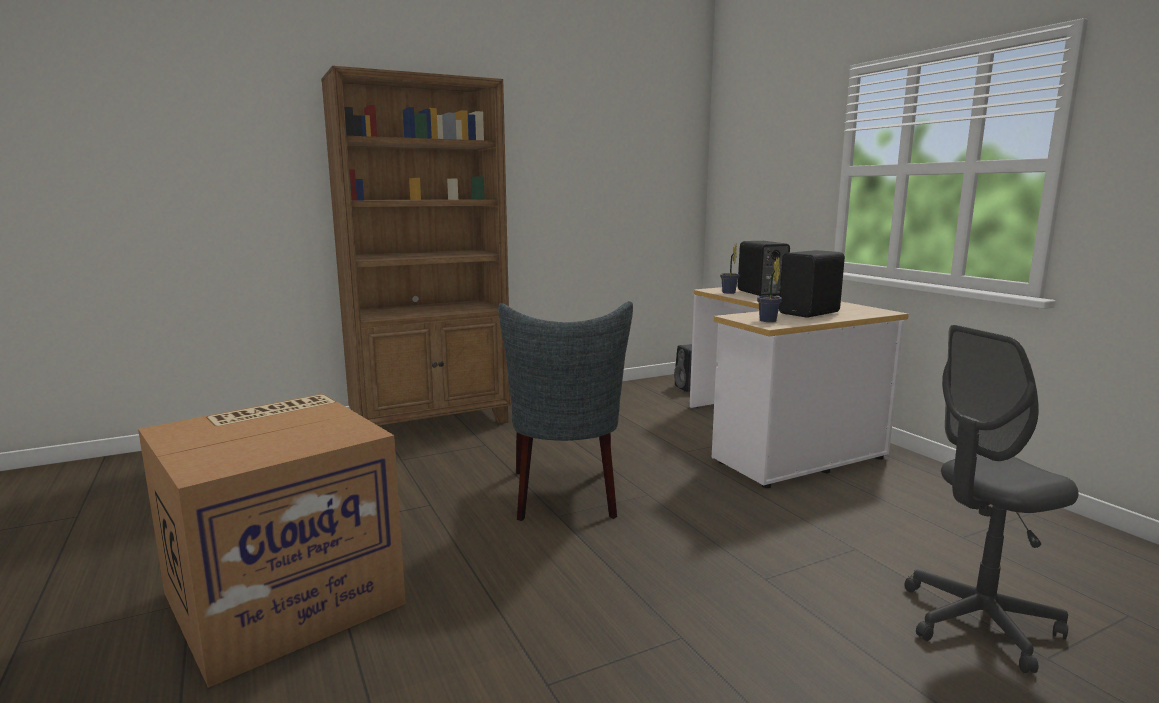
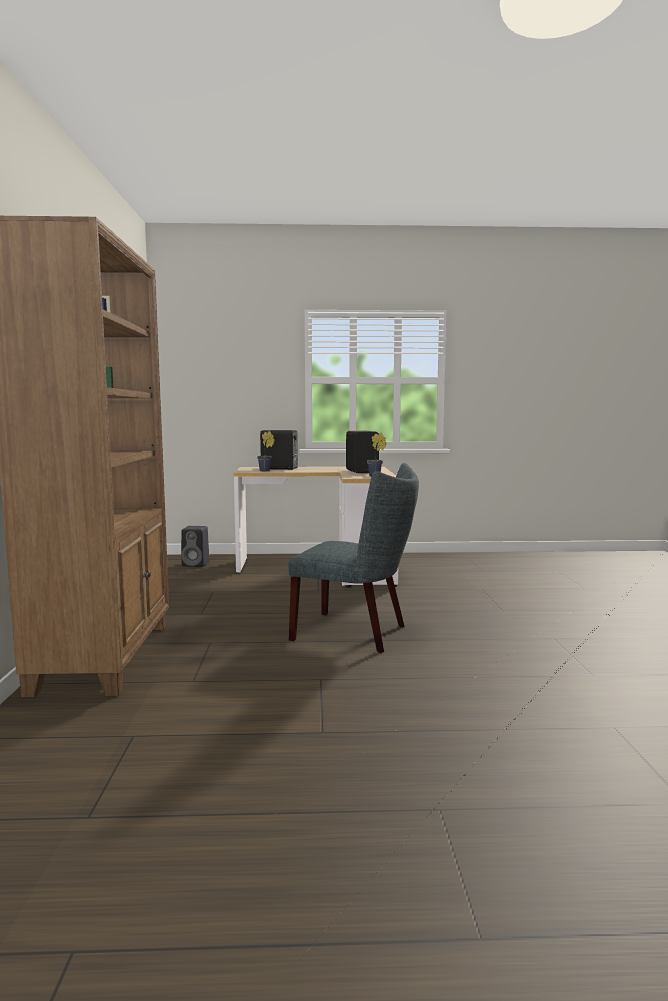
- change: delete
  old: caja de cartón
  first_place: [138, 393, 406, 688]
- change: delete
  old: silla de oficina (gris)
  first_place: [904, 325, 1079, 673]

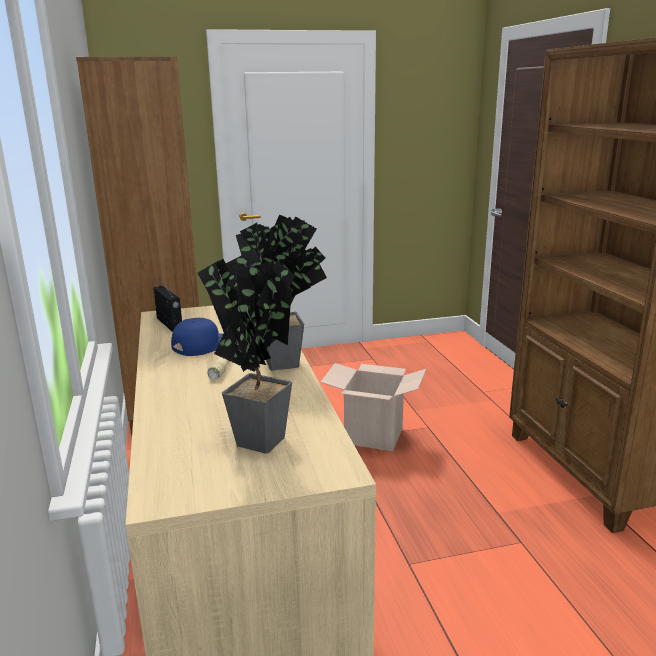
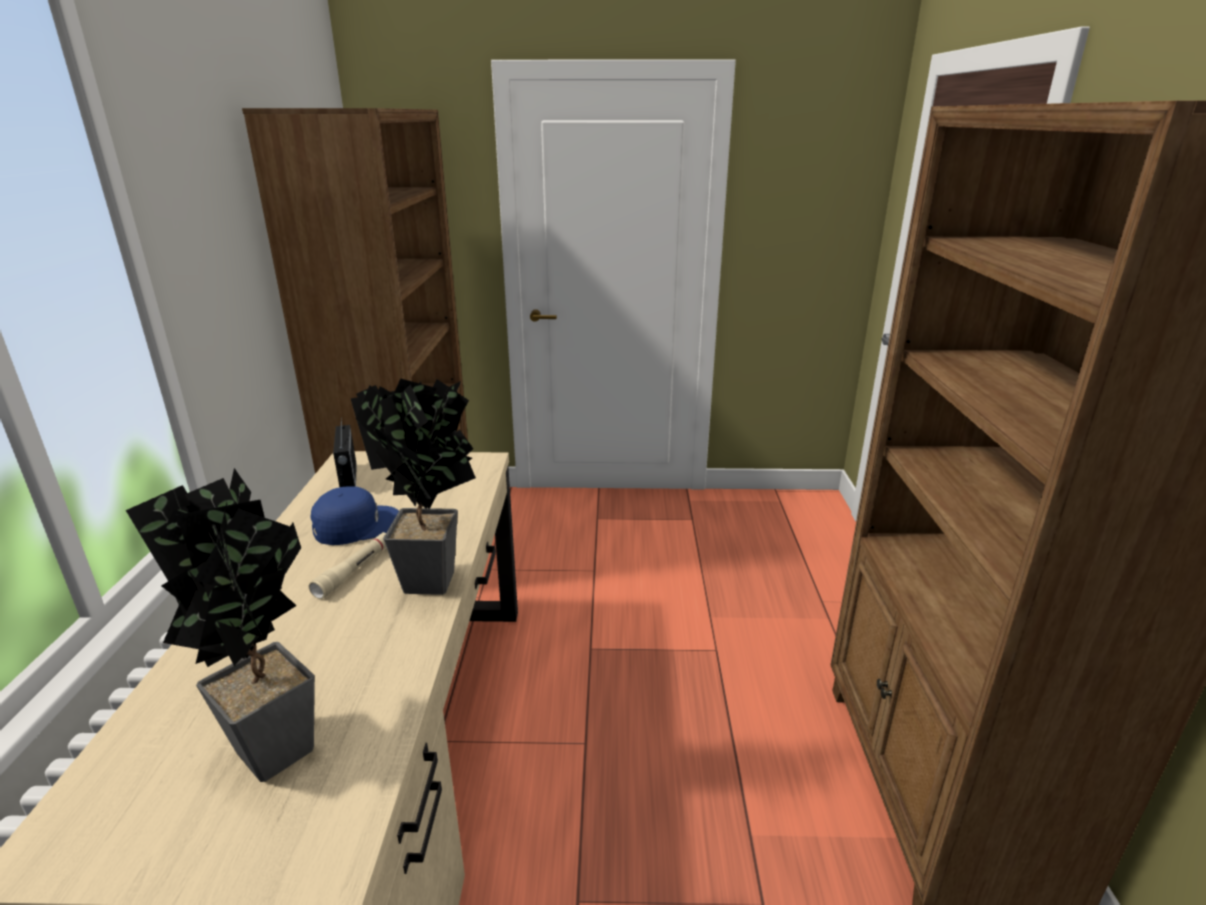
- change: delete
  old: caja de cartón
  first_place: [321, 363, 426, 451]

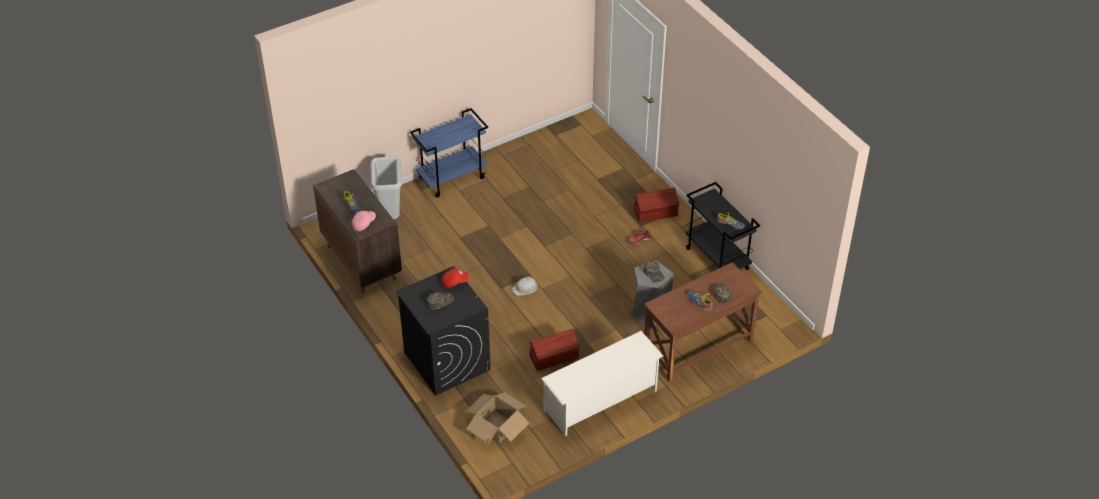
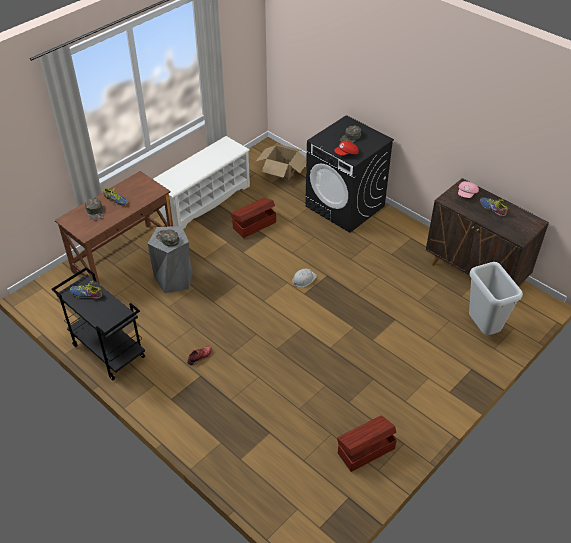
- change: delete
  old: carrito (azul)
  first_place: [410, 108, 488, 198]
- change: move
  old: caja de almacenaje (marrón)
  first_place: [634, 187, 680, 223]
  second_place: [337, 415, 397, 472]

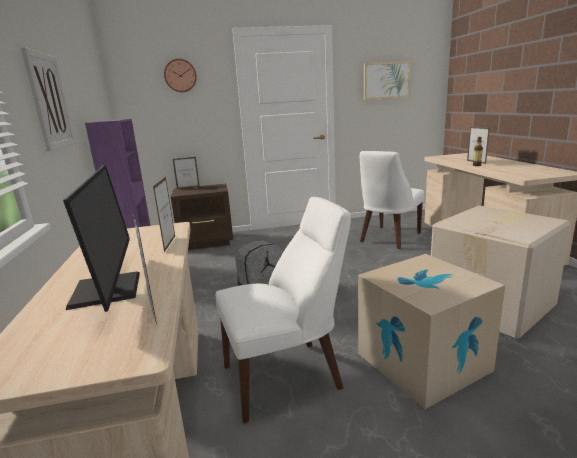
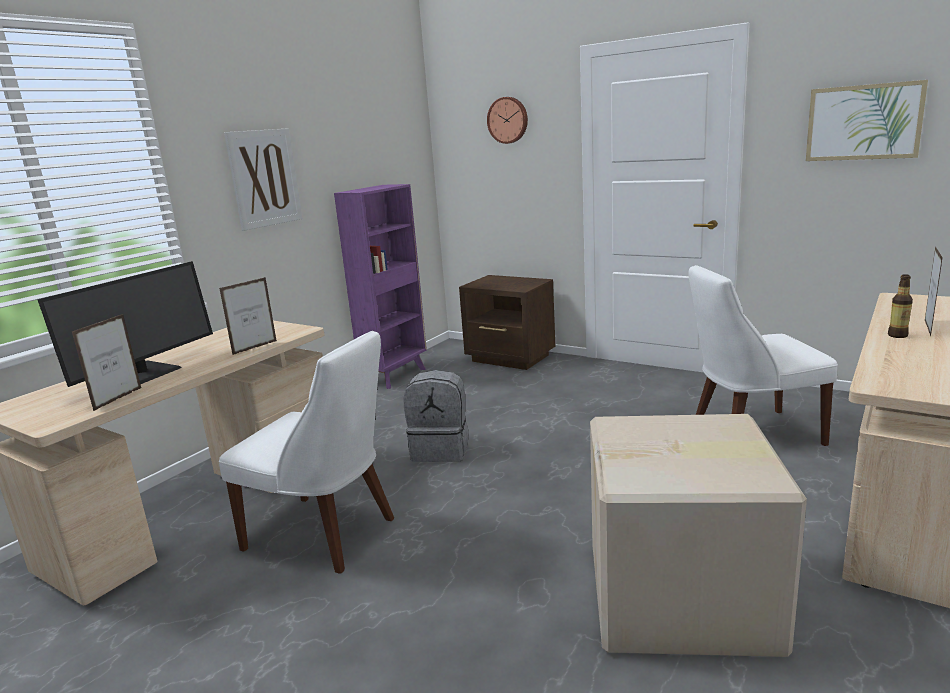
- change: delete
  old: portarretratos
  first_place: [173, 157, 199, 189]
- change: delete
  old: caja de cartón
  first_place: [358, 254, 505, 409]

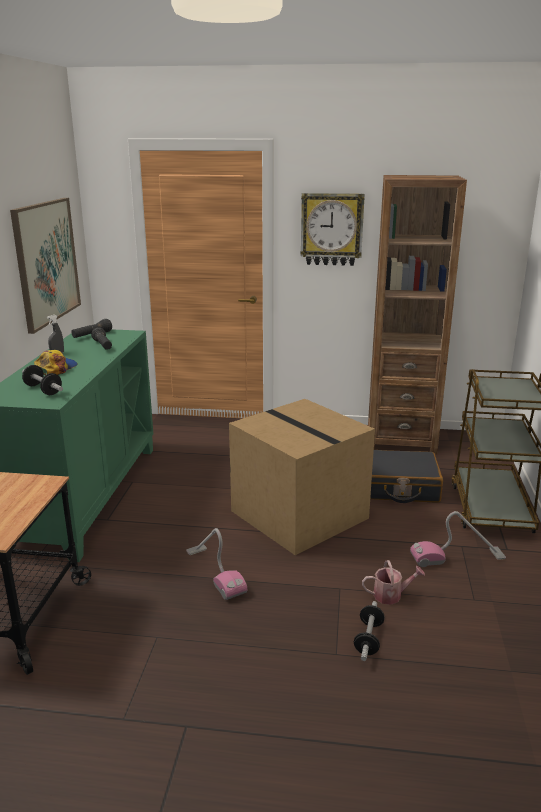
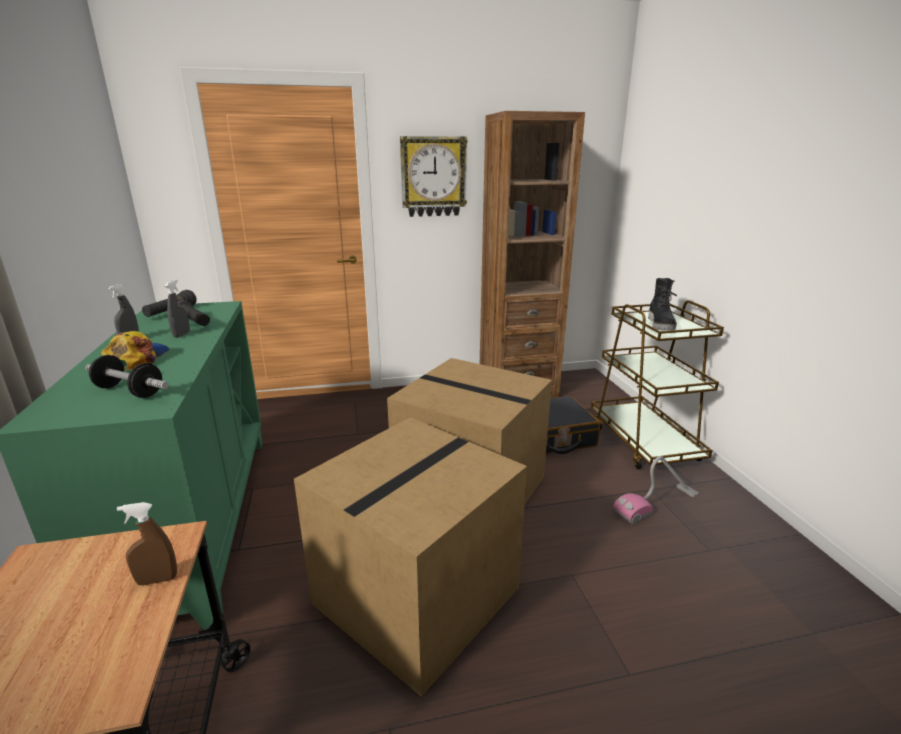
- change: delete
  old: cuadro
  first_place: [10, 198, 81, 334]
- change: delete
  old: mancuerna
  first_place: [354, 601, 385, 661]
- change: delete
  old: regadera
  first_place: [362, 560, 425, 605]
- change: insert
  new: pulverizador (marrón)
  second_place: [117, 502, 177, 586]
- change: insert
  new: pulverizador (gris)
  second_place: [165, 280, 190, 338]
- change: insert
  new: bota (negro)
  second_place: [648, 278, 677, 331]
- change: replace
  old: aspiradora
  new: caja de cartón
  first_place: [186, 528, 247, 600]
  second_place: [294, 417, 527, 697]

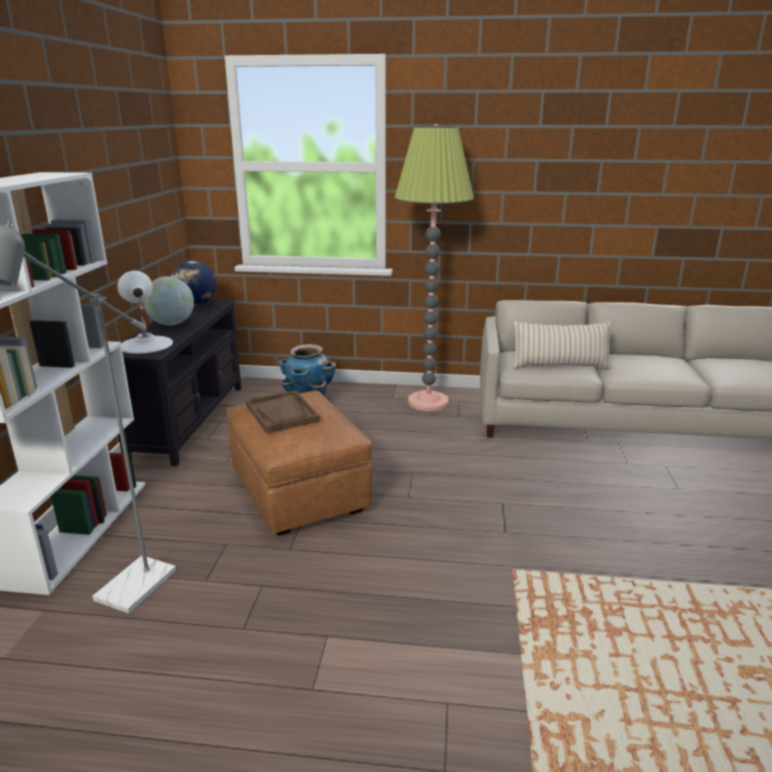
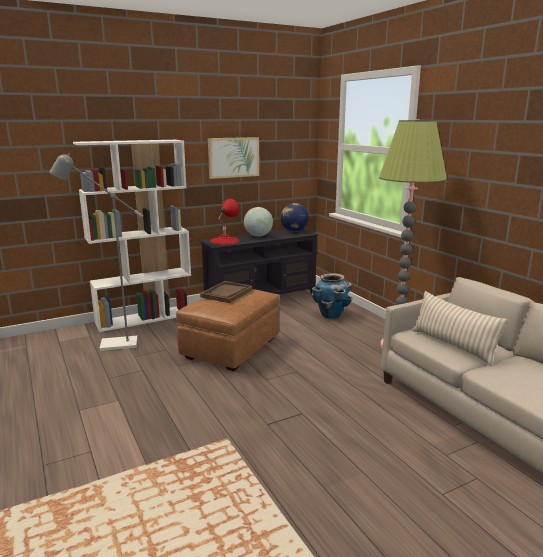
- change: insert
  new: cuadro
  second_place: [208, 137, 259, 179]
- change: recolor
  old: lámpara de mesa (blanco)
  new: lámpara de mesa (rojo)
  first_place: [118, 271, 173, 354]
  second_place: [210, 199, 240, 244]

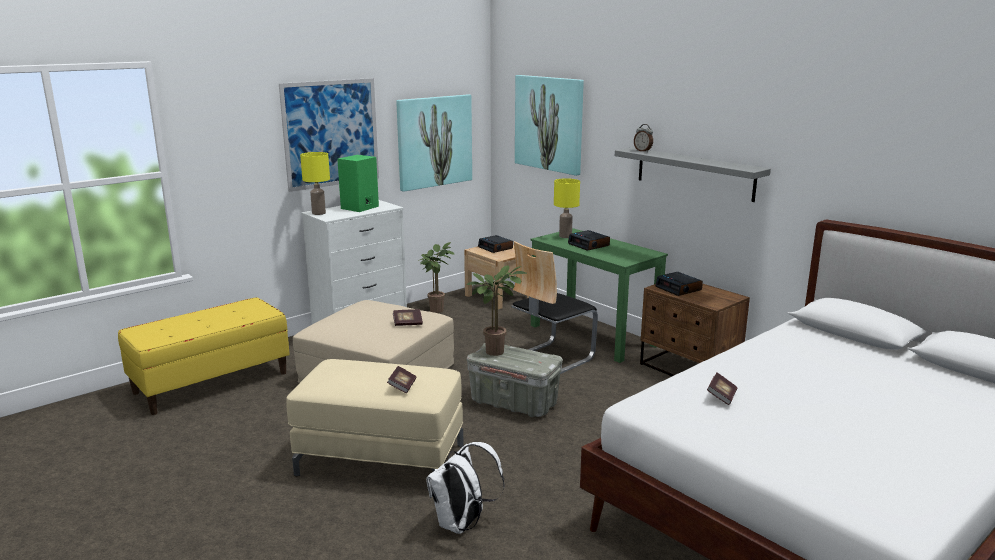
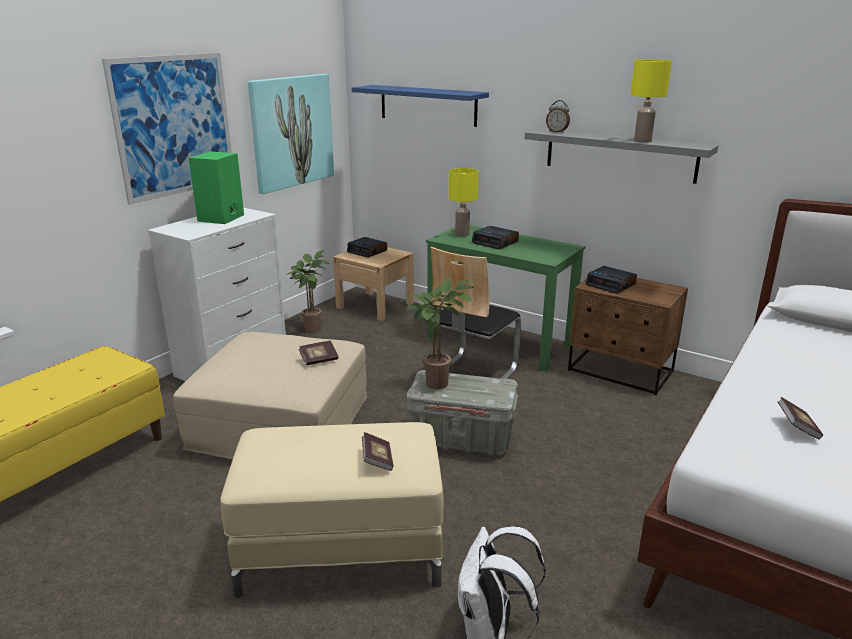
- change: move
  old: lámpara de mesa (amarillo)
  first_place: [300, 152, 330, 215]
  second_place: [631, 59, 672, 142]
- change: replace
  old: cuadro
  new: estante (azul)
  first_place: [515, 75, 584, 176]
  second_place: [352, 85, 489, 127]

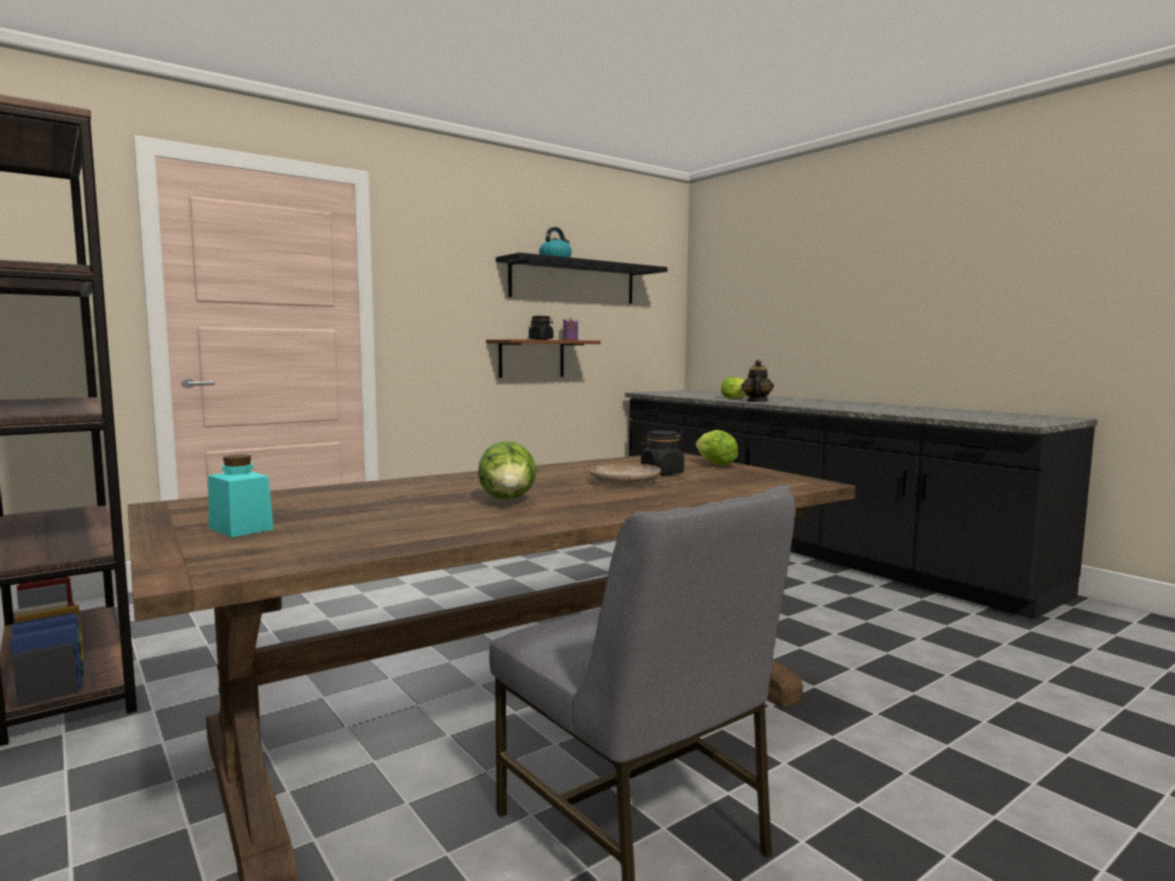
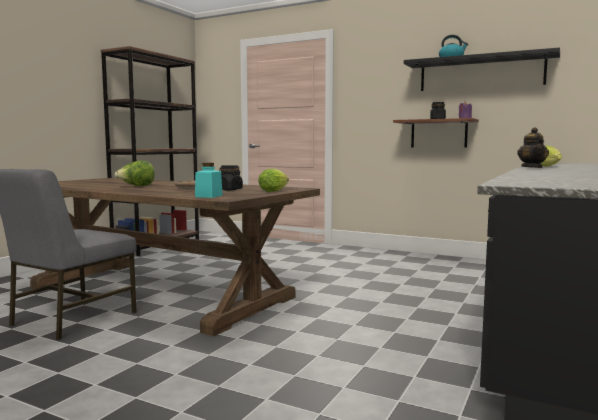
- change: move
  old: tarro (turquesa)
  first_place: [208, 454, 274, 537]
  second_place: [195, 163, 223, 198]
- change: rotate
  old: tetera
  first_place: [742, 360, 774, 402]
  second_place: [517, 127, 549, 168]
  degrees: 105

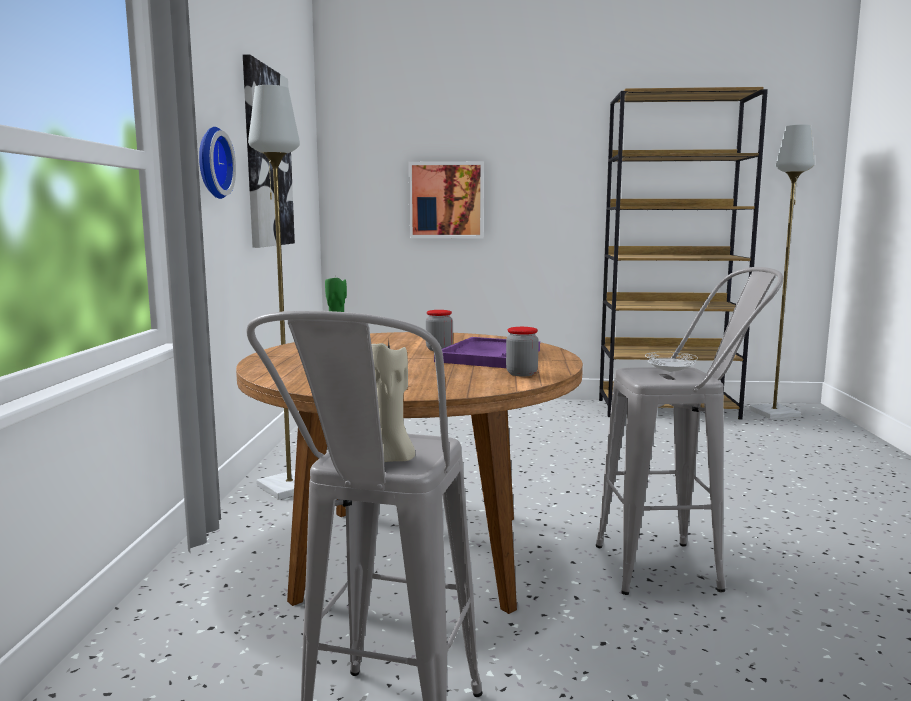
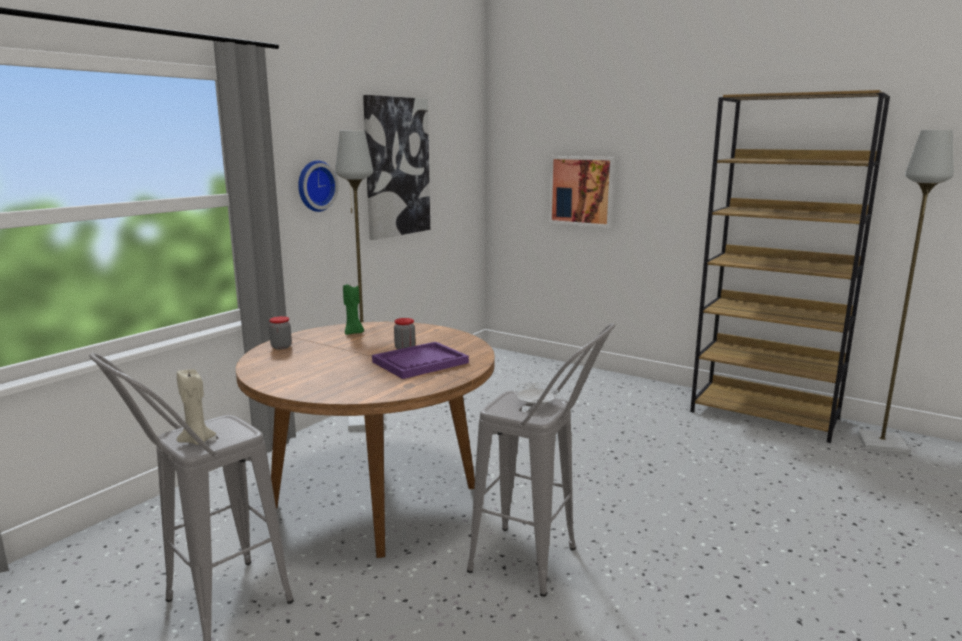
- change: move
  old: tarro
  first_place: [506, 327, 539, 376]
  second_place: [269, 316, 292, 350]

